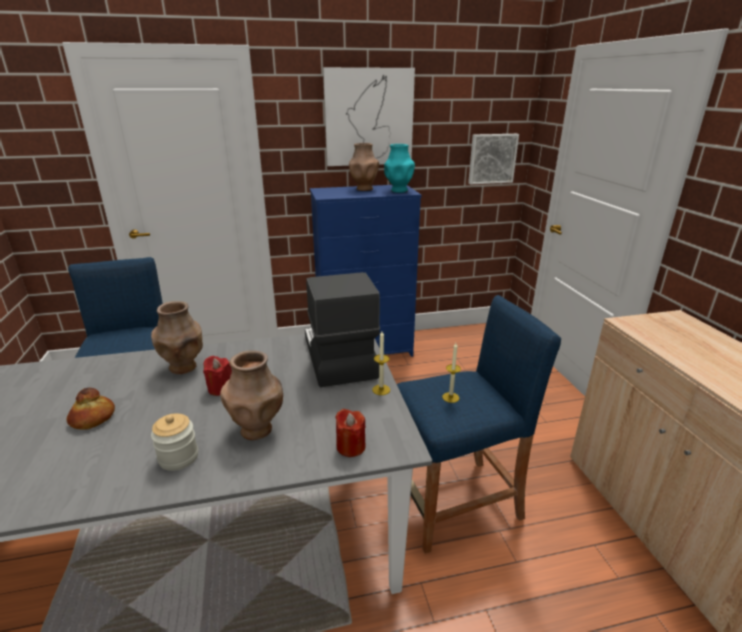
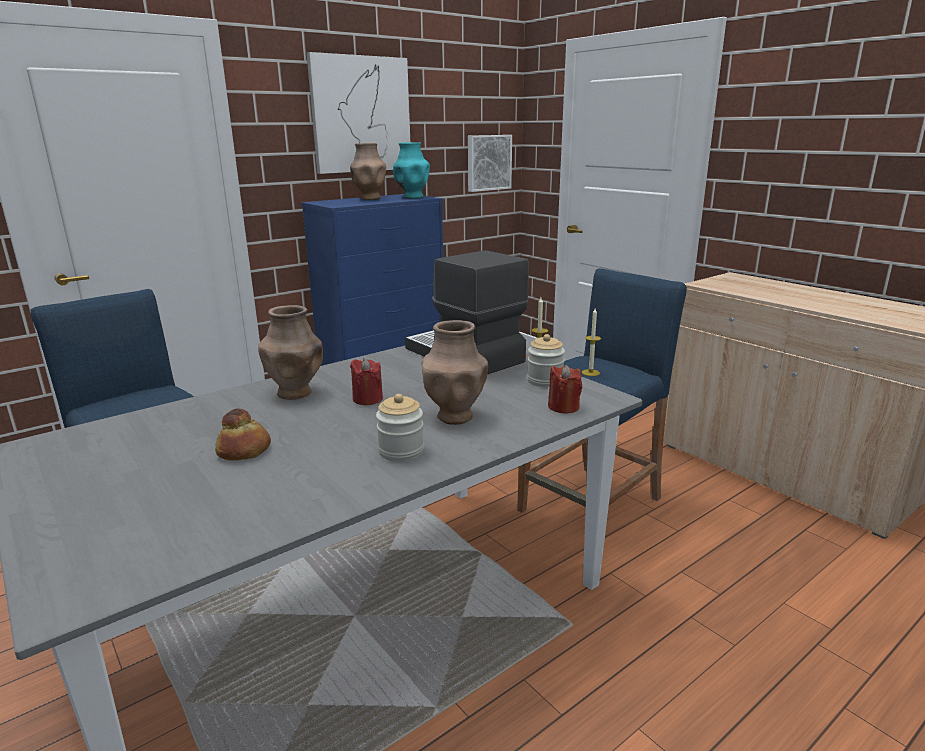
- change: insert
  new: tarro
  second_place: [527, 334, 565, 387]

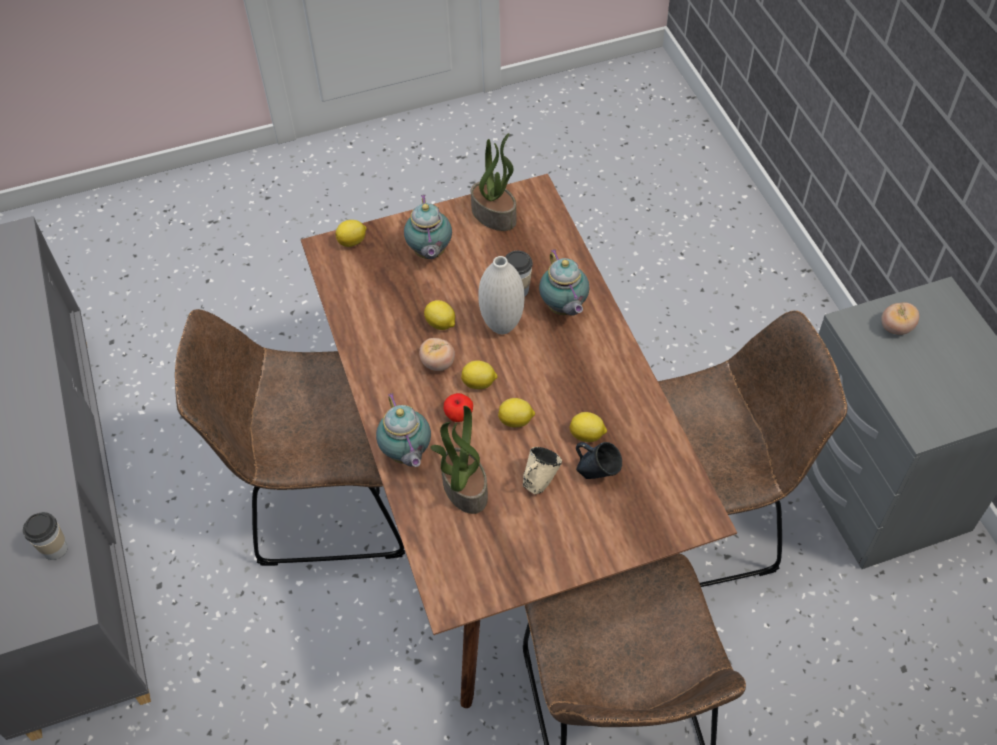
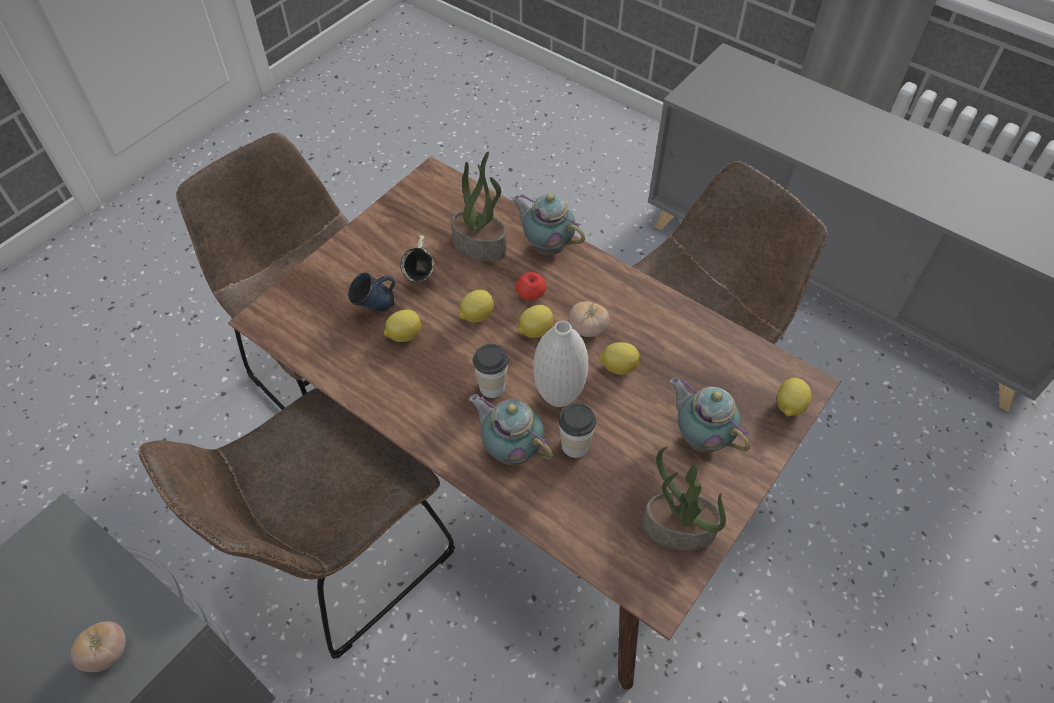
- change: move
  old: taza
  first_place: [23, 512, 68, 560]
  second_place: [473, 344, 509, 398]

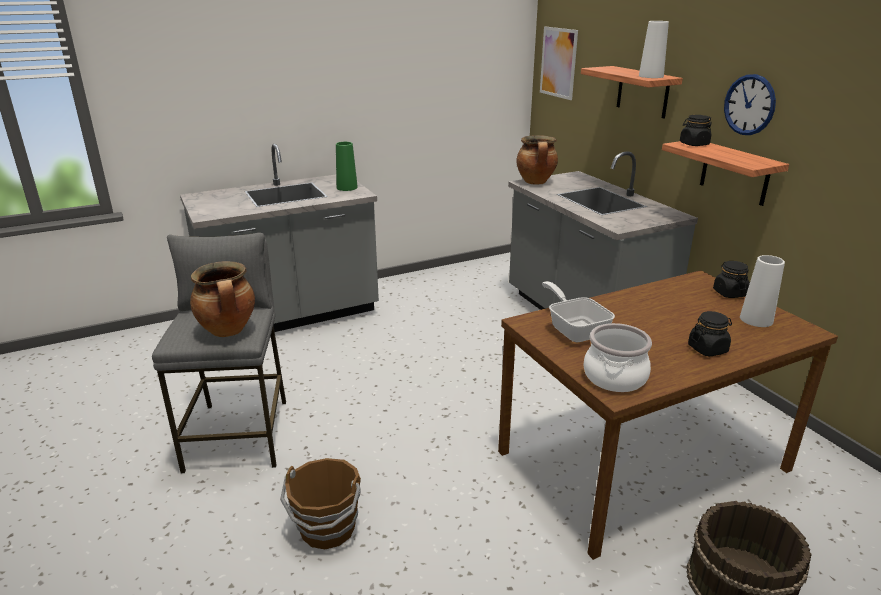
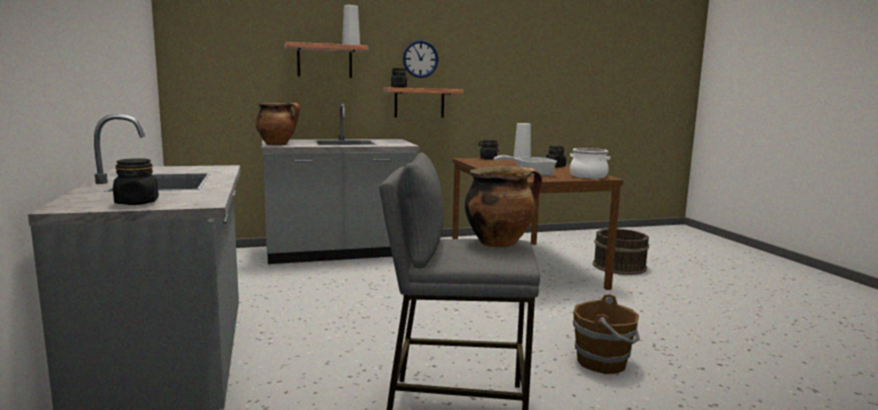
- change: delete
  old: florero (verde)
  first_place: [336, 142, 358, 191]
- change: delete
  old: cuadro
  first_place: [540, 26, 578, 100]
- change: insert
  new: tarro (negro)
  second_place: [113, 158, 159, 205]

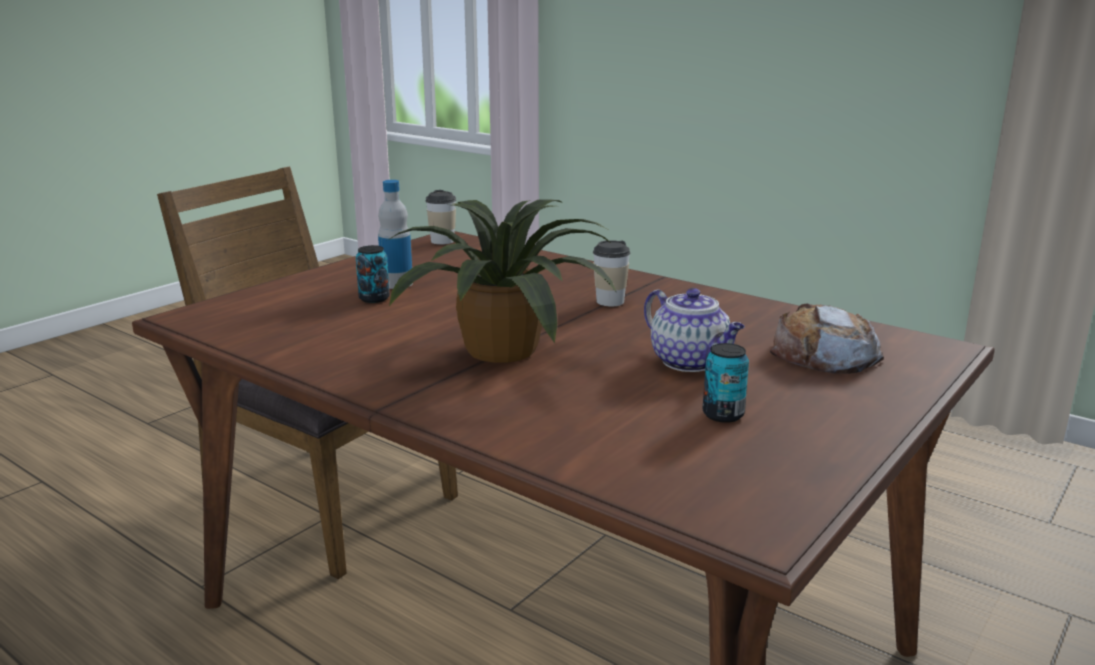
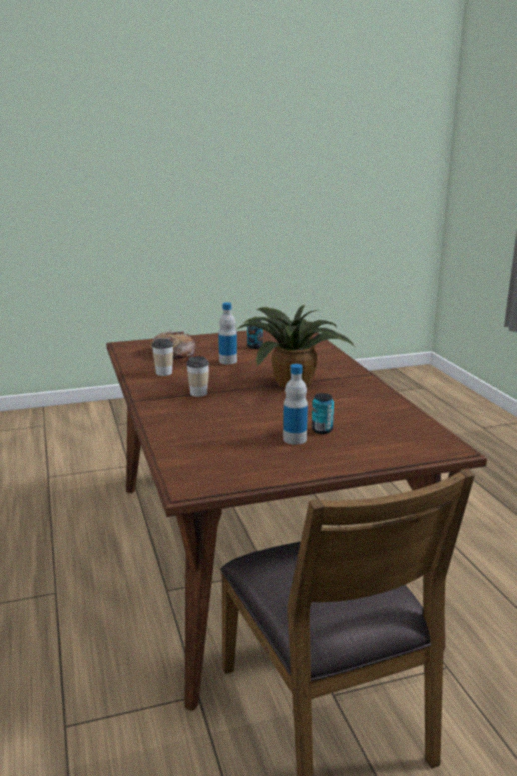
- change: move
  old: taza
  first_place: [426, 190, 456, 245]
  second_place: [152, 339, 173, 376]
- change: replace
  old: tetera
  new: botella
  first_place: [644, 288, 745, 372]
  second_place: [218, 302, 237, 364]

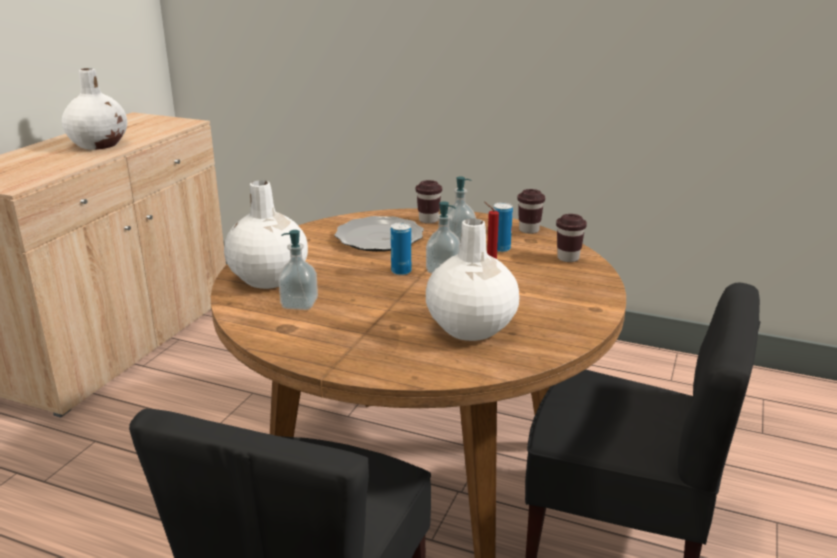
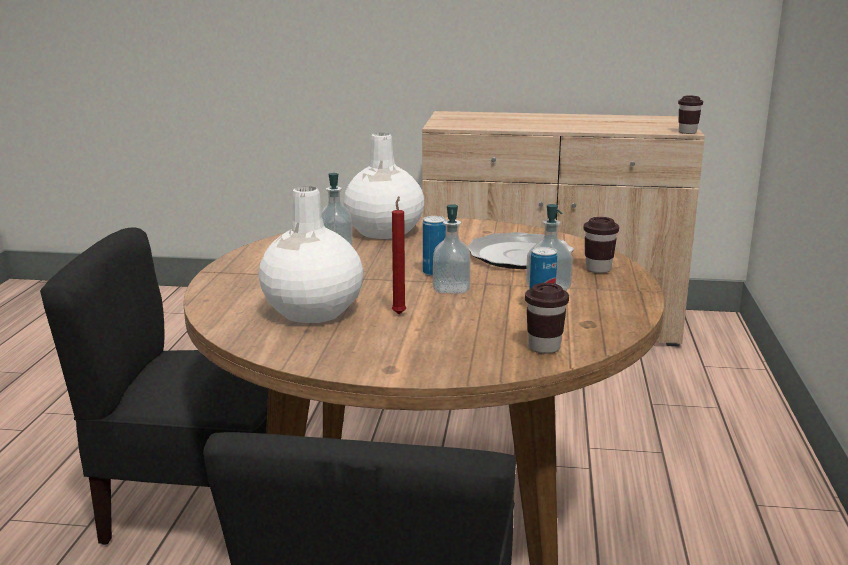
- change: delete
  old: florero (blanco)
  first_place: [62, 68, 128, 150]
- change: move
  old: taza (marrón)
  first_place: [517, 189, 545, 234]
  second_place: [678, 96, 703, 134]

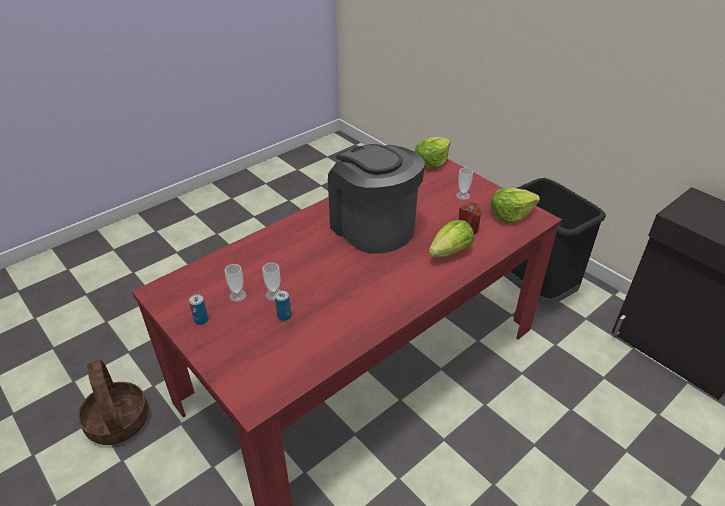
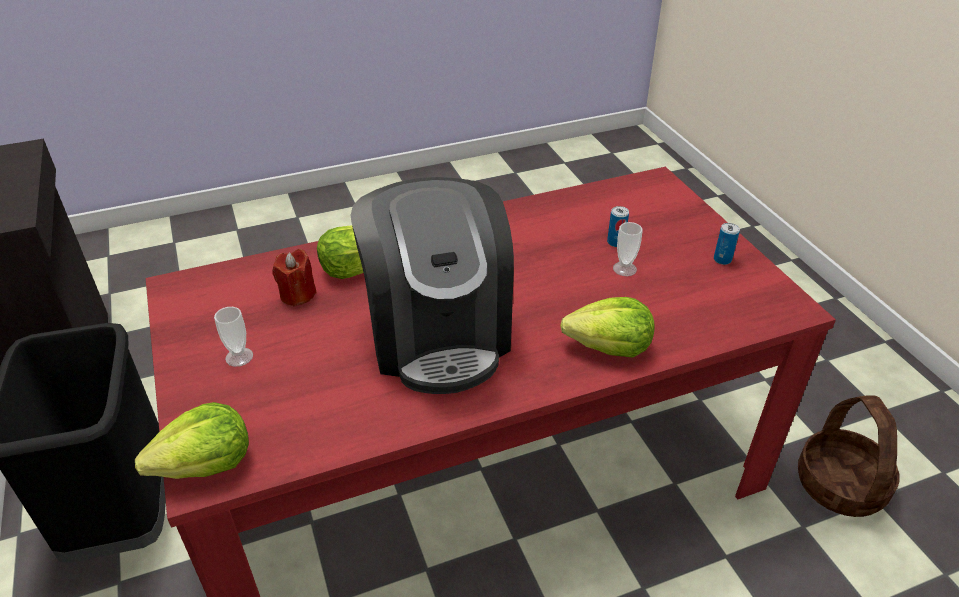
- change: delete
  old: taza
  first_place: [224, 264, 247, 302]
- change: move
  old: lechuga
  first_place: [491, 188, 540, 224]
  second_place: [560, 297, 654, 358]

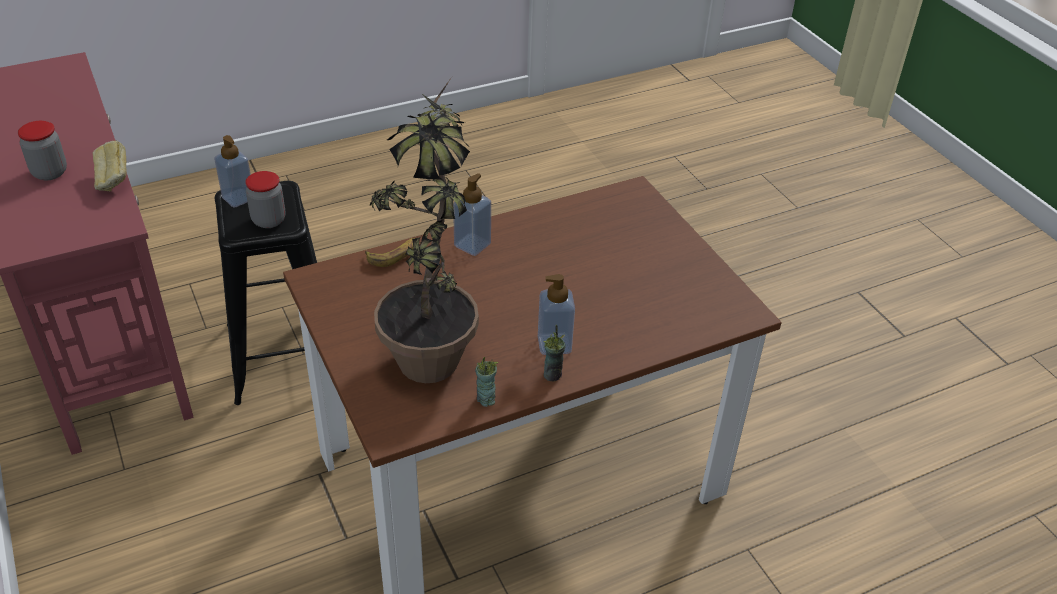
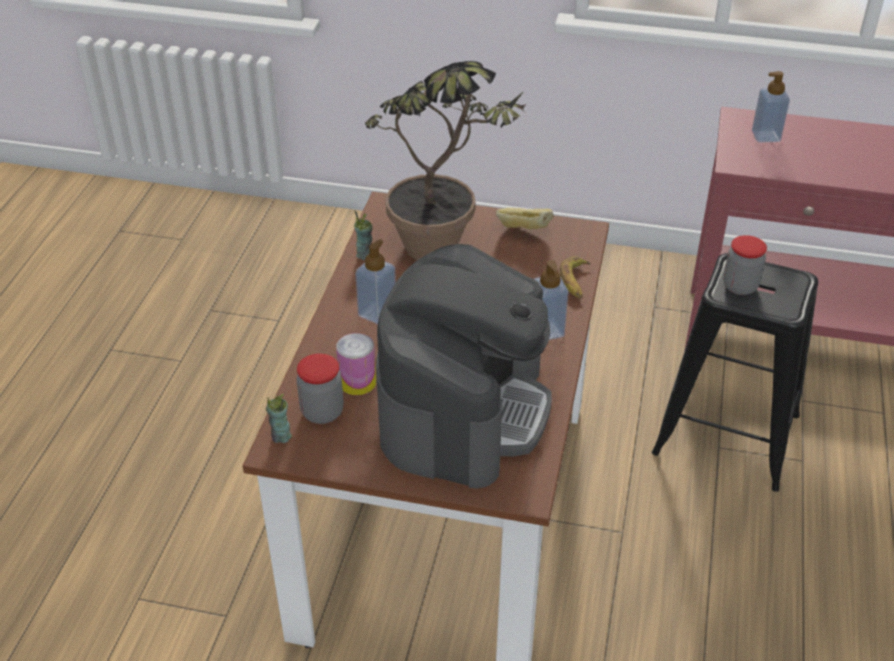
- change: insert
  new: lata
  second_place: [336, 333, 376, 395]
- change: insert
  new: cafetera
  second_place: [376, 244, 552, 489]
- change: move
  old: tarro
  first_place: [18, 121, 67, 180]
  second_place: [297, 353, 344, 424]
- change: move
  old: pan
  first_place: [93, 140, 127, 191]
  second_place: [496, 208, 554, 230]
- change: move
  old: dispensador de jabón
  first_place: [214, 135, 251, 207]
  second_place: [752, 71, 790, 143]
- change: move
  old: taza
  first_place: [543, 325, 565, 382]
  second_place: [266, 394, 292, 443]

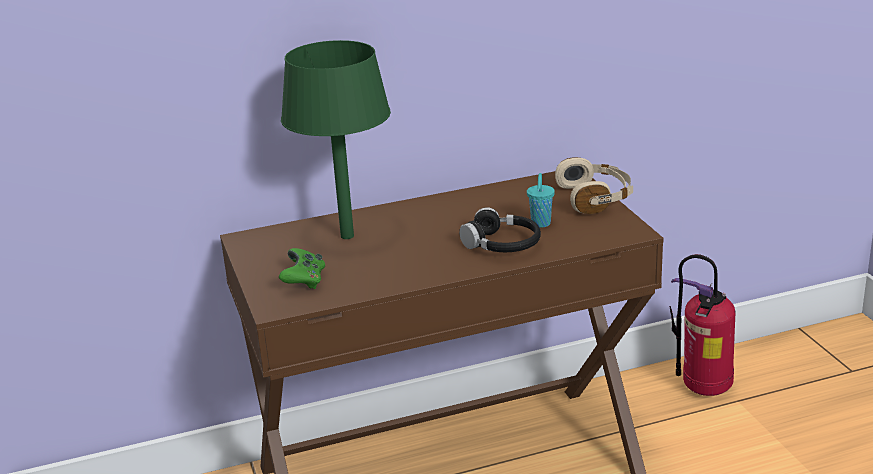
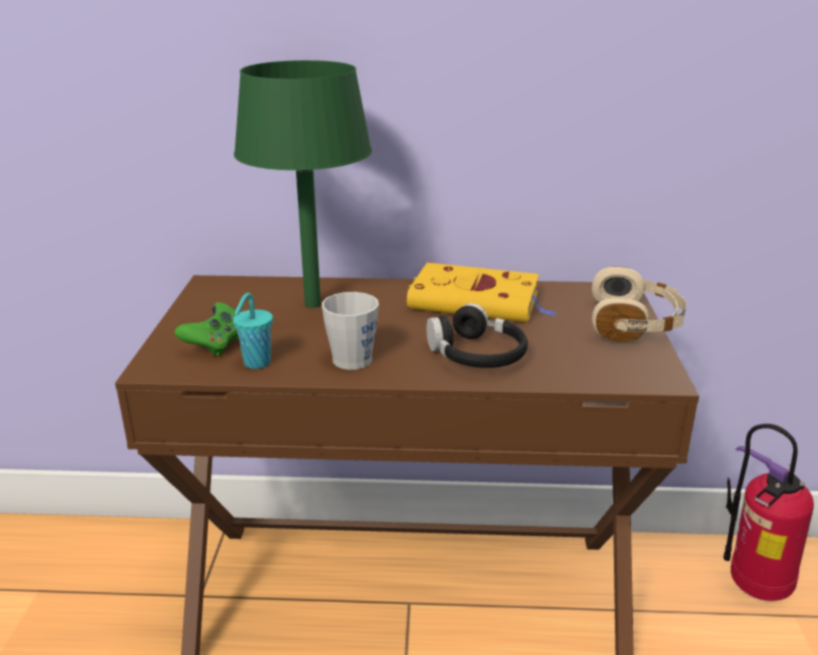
- change: insert
  new: taza grande (gris)
  second_place: [322, 292, 379, 370]
- change: insert
  new: libro (amarillo)
  second_place: [407, 263, 556, 323]
- change: move
  old: taza (turquesa)
  first_place: [527, 173, 555, 228]
  second_place: [233, 293, 273, 369]

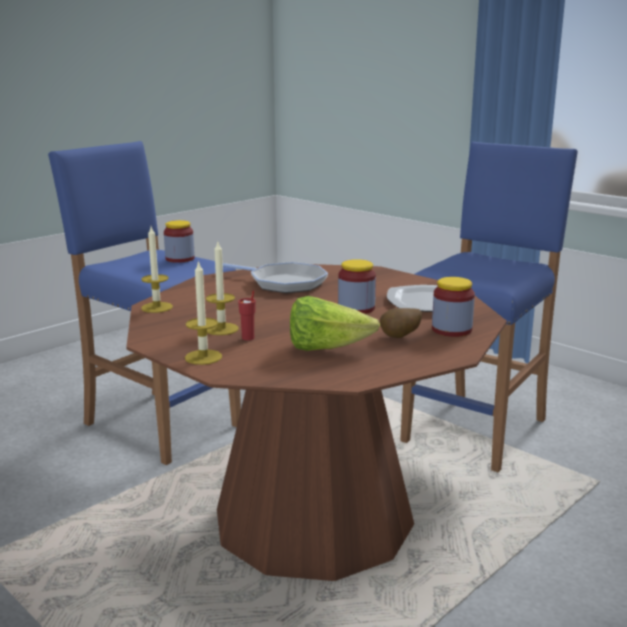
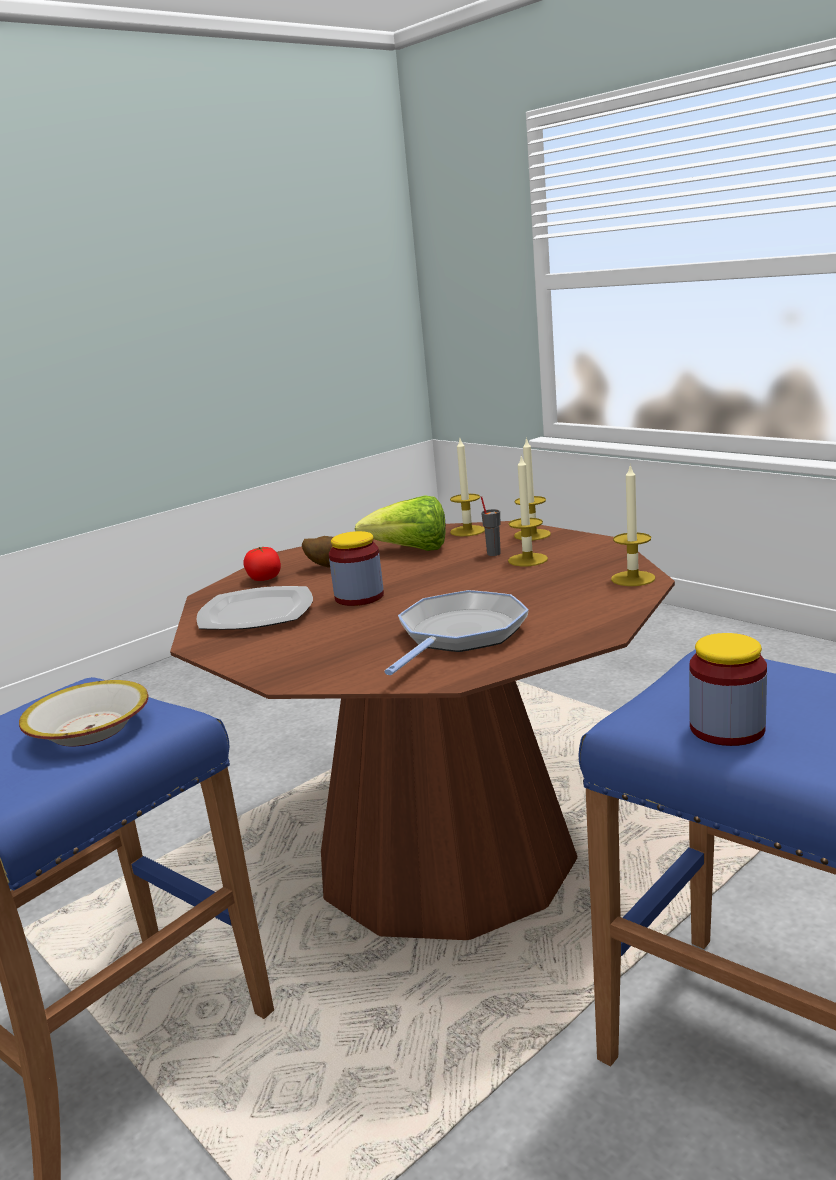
- change: insert
  new: cuenco
  second_place: [19, 680, 149, 747]
- change: insert
  new: vela
  second_place: [450, 439, 485, 536]
- change: replace
  old: tarro
  new: tomate
  first_place: [432, 277, 475, 337]
  second_place: [243, 546, 281, 581]
- change: recolor
  old: taza (rojo)
  new: taza (gris)
  first_place: [238, 290, 256, 340]
  second_place: [481, 497, 501, 556]
- change: rotate
  old: sartén
  first_place: [223, 262, 328, 293]
  second_place: [384, 590, 529, 675]
  degrees: 90

